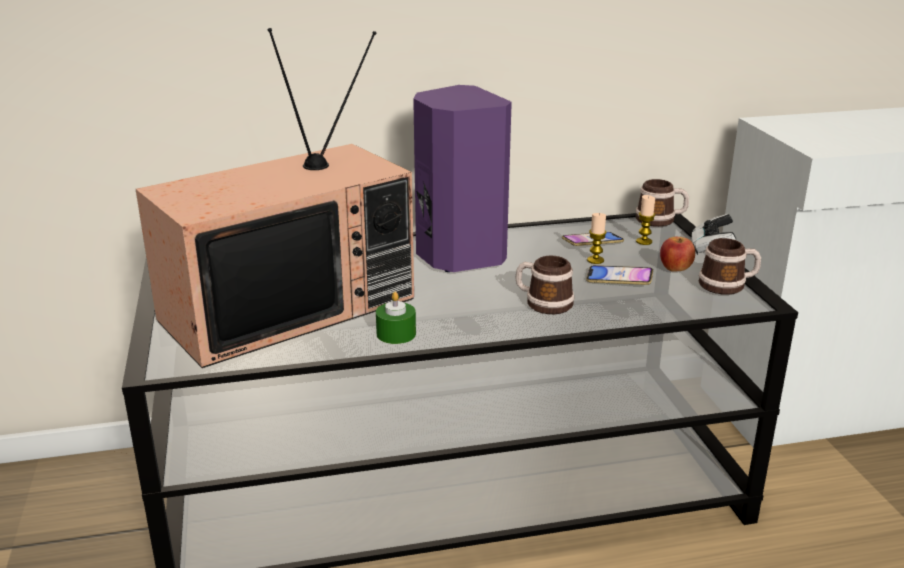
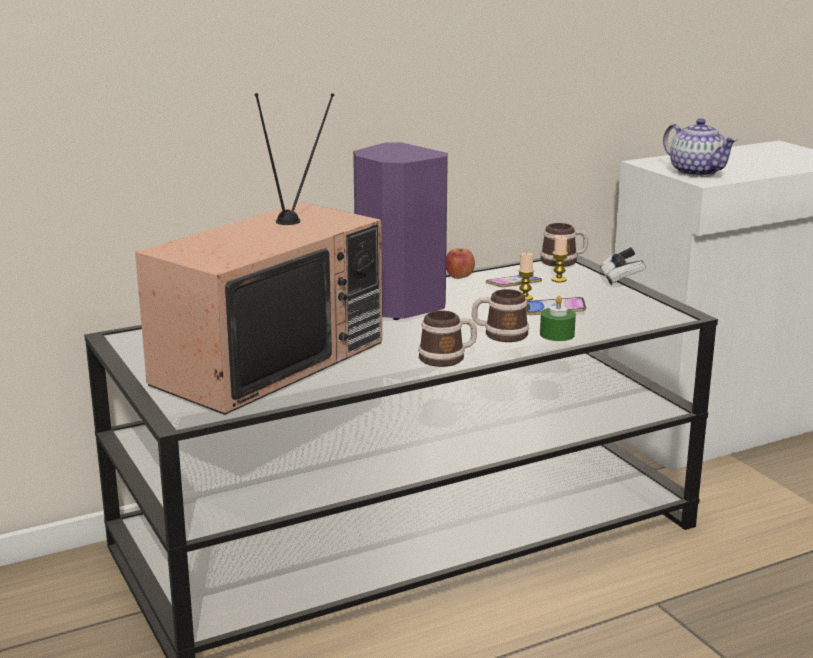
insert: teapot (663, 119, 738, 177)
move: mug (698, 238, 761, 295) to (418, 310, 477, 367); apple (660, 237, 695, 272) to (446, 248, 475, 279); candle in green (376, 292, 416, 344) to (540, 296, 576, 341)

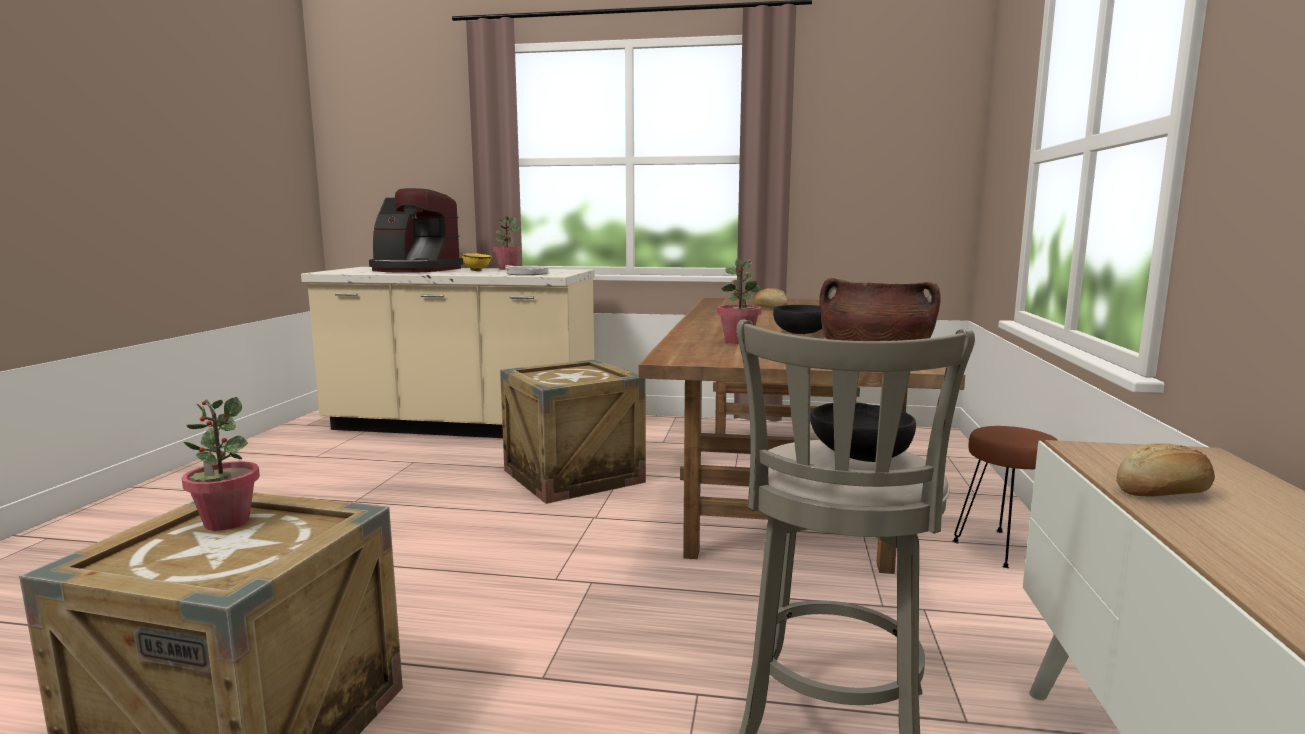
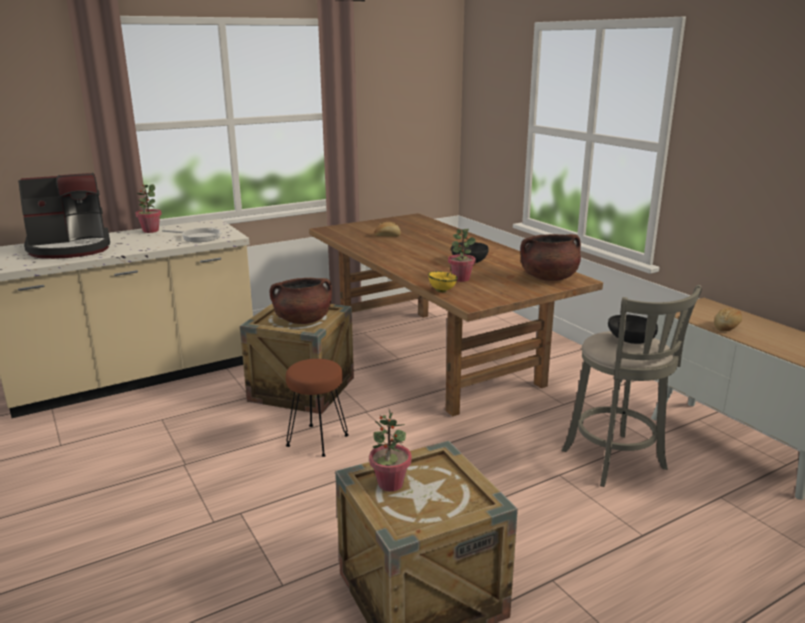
insert: cooking pot in brown (270, 278, 332, 324)
move: stool in brown (952, 426, 1059, 568) to (286, 359, 349, 457); bowl in yellow (462, 253, 492, 271) to (428, 271, 458, 292)

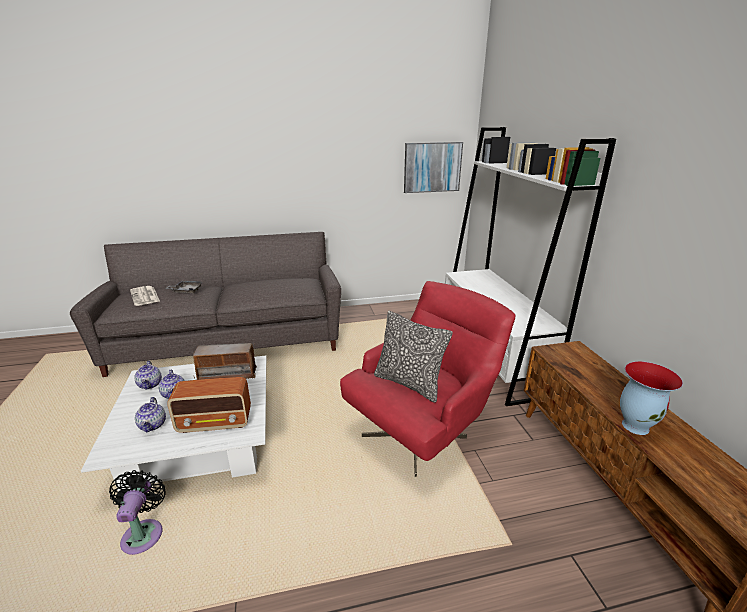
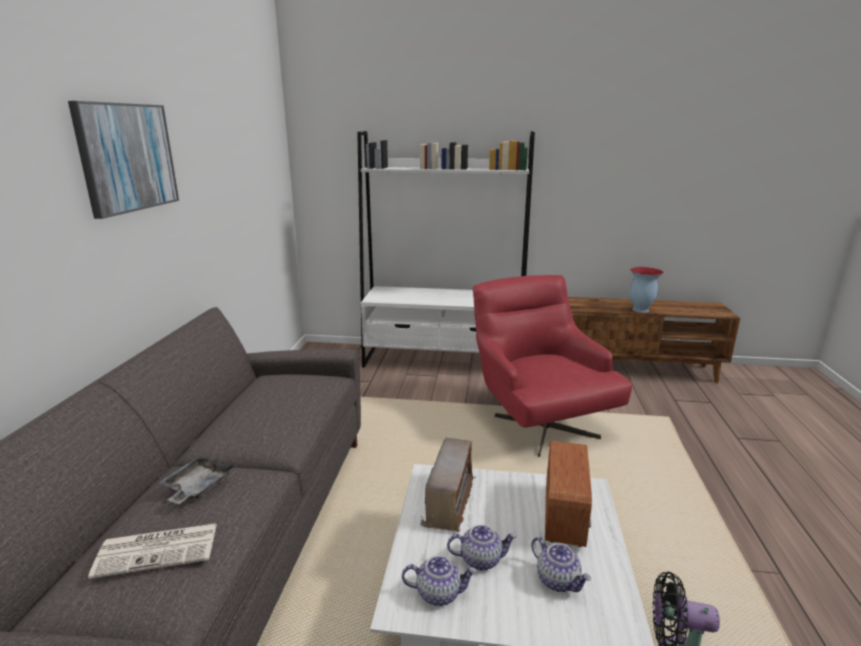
delete: pillow (374, 311, 453, 403)
move: picture (404, 142, 463, 193) to (68, 101, 179, 219)
rotate: teapot (135, 397, 166, 432) = (531, 537, 591, 592) 45 degrees clockwise

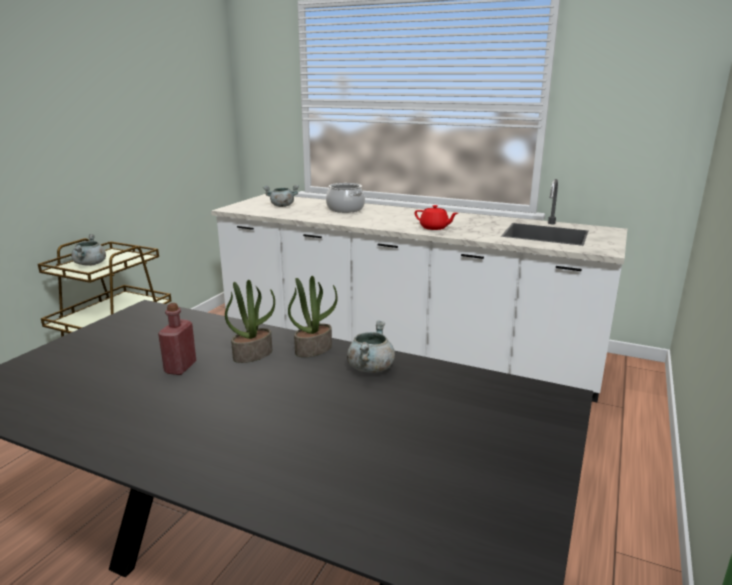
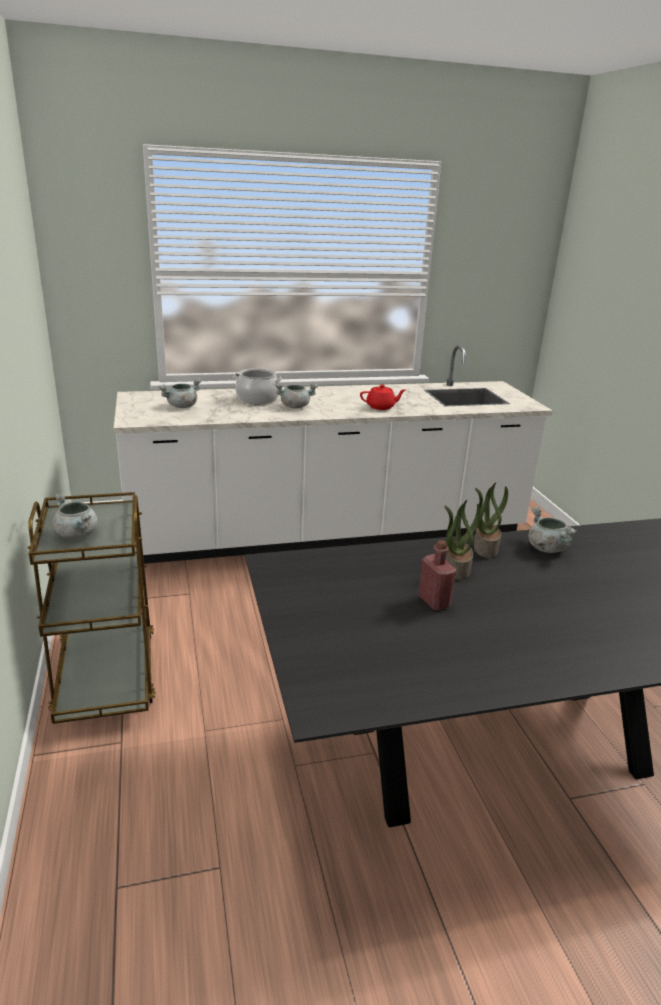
insert: cooking pot in grey (275, 383, 318, 409)

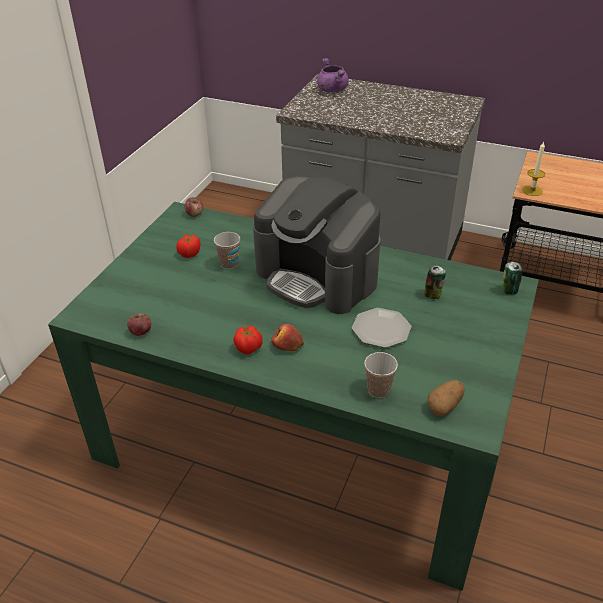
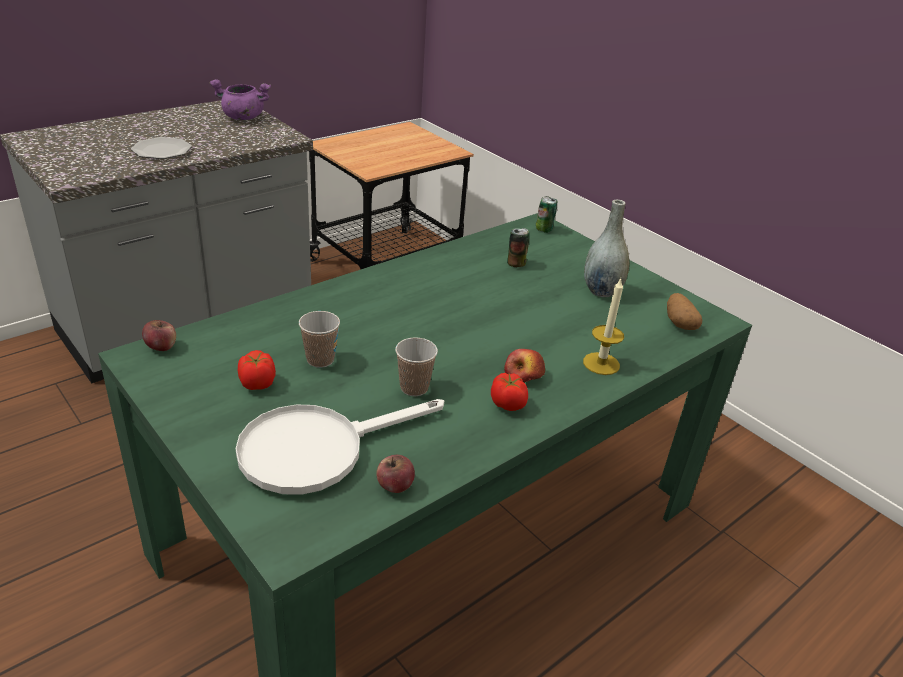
delete: coffee machine (253, 176, 381, 314)
insert: frying pan in white (236, 399, 444, 495); vase in grey (584, 199, 629, 297)
move: plate (352, 308, 411, 348) to (131, 137, 192, 159); cooking pot in purple (317, 58, 349, 93) to (209, 79, 271, 120); cup (364, 352, 398, 398) to (395, 338, 438, 396); candle (522, 141, 545, 196) to (583, 279, 624, 375)

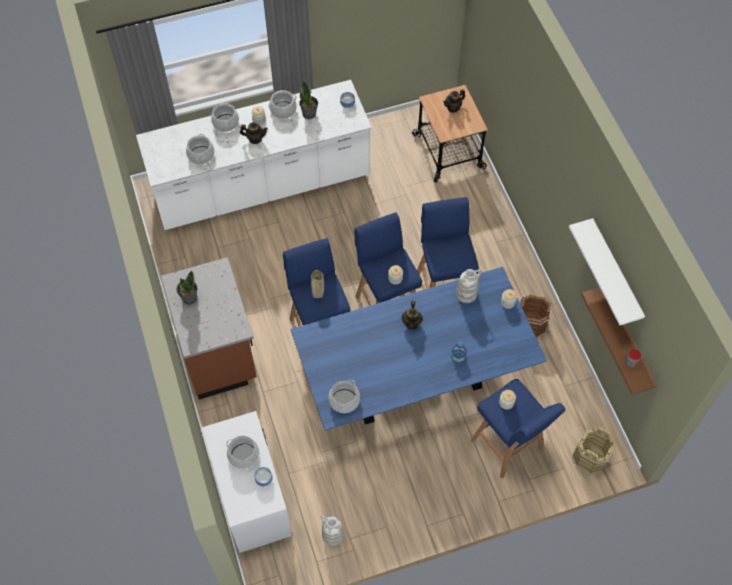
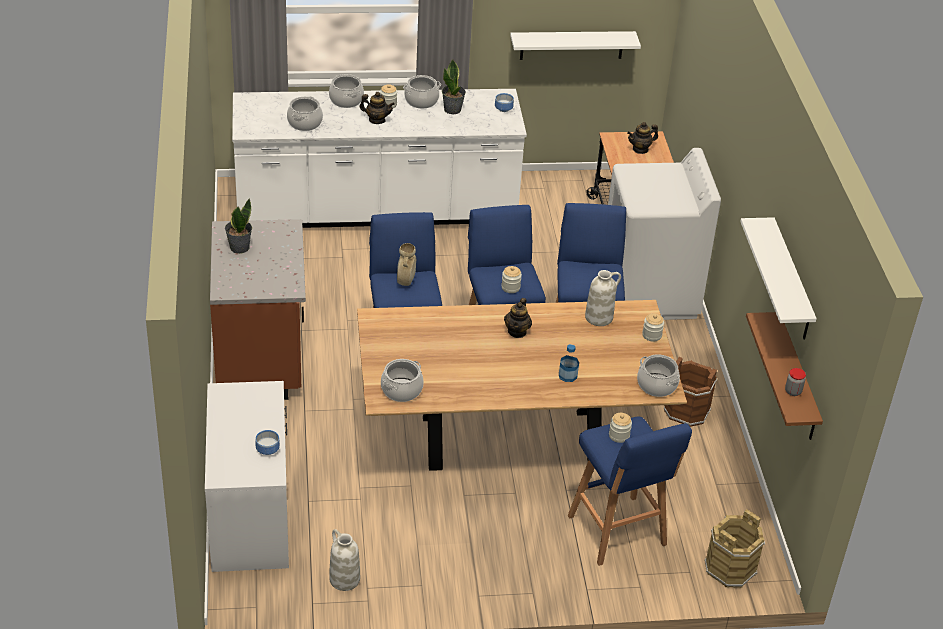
insert: shelf in white (510, 31, 641, 60); washing machine in white (608, 148, 721, 320)
move: cooking pot (226, 436, 259, 469) to (637, 354, 680, 397)
recolor: dining table in blue (290, 267, 547, 430) to dining table in brown (357, 300, 687, 471)

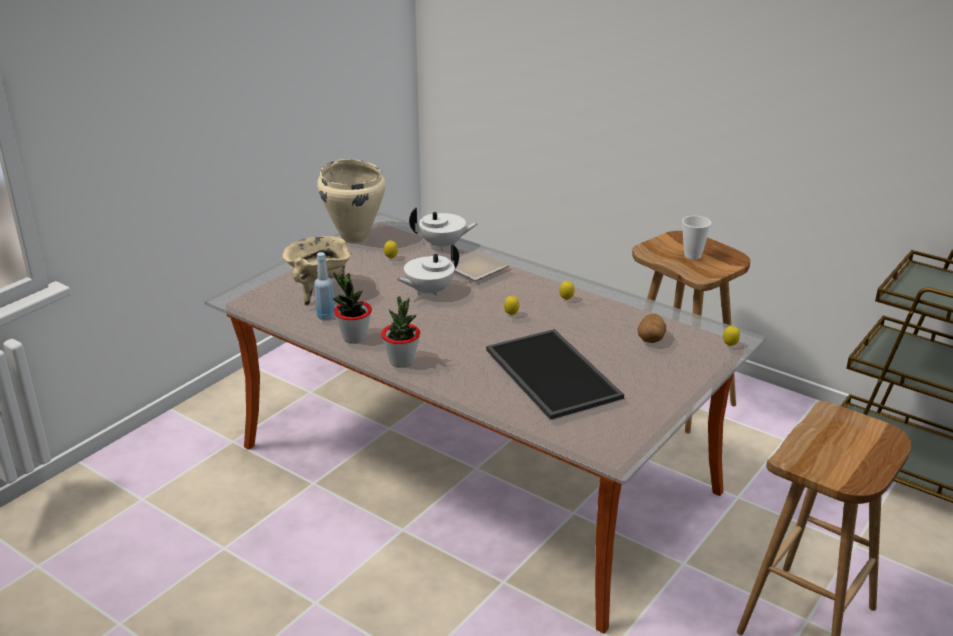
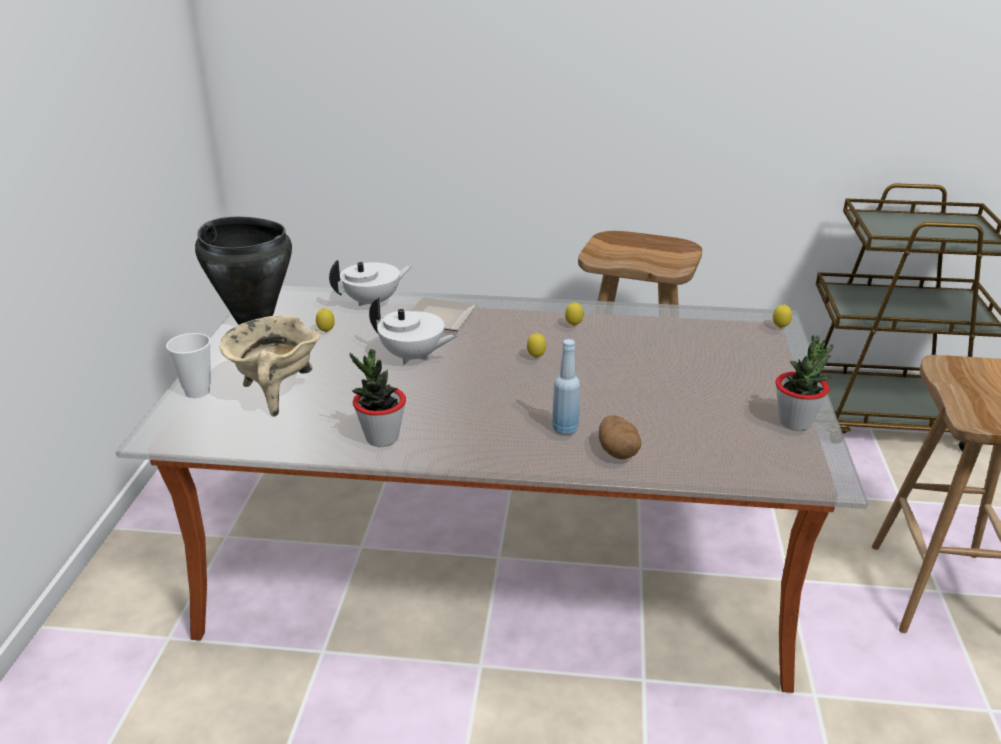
delete: tray (486, 329, 624, 420)
move: cup (682, 216, 711, 260) to (166, 333, 211, 398); bottle in blue (314, 252, 335, 320) to (552, 339, 580, 435); potato (638, 313, 666, 343) to (599, 415, 641, 459); potted plant (381, 297, 420, 368) to (775, 335, 833, 430)
recolor: cooking pot in beige (317, 159, 386, 243) to cooking pot in black (195, 217, 292, 325)
rotate: teapot in white (395, 244, 459, 296) = (369, 298, 459, 365) 90 degrees counterclockwise

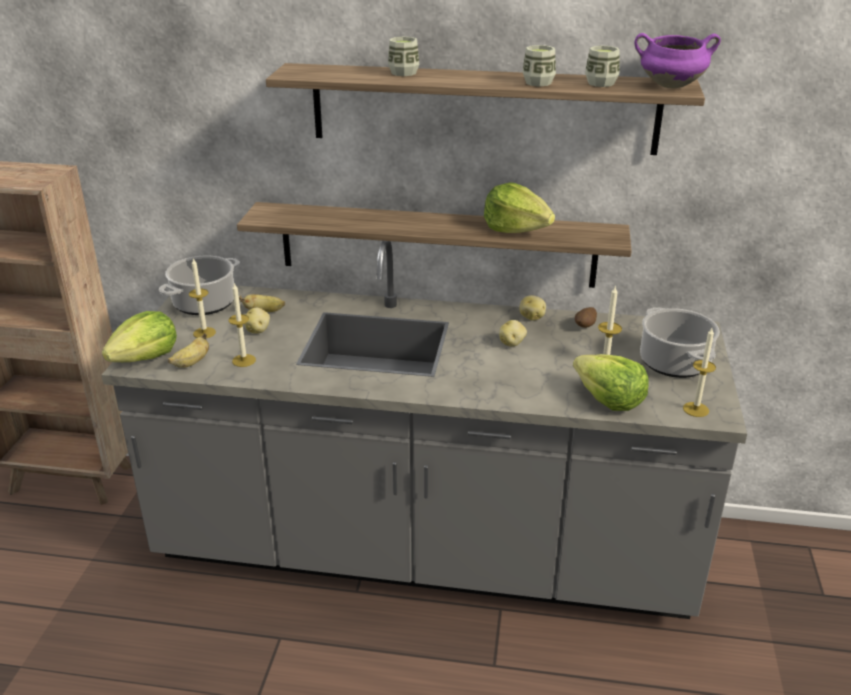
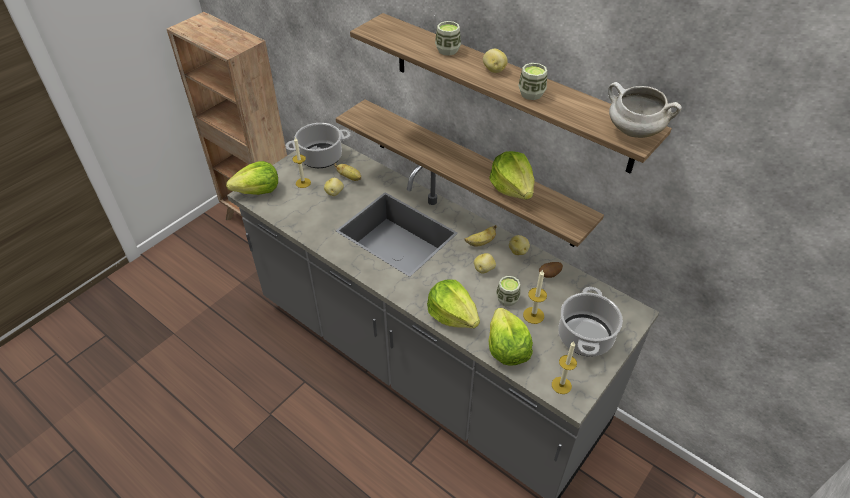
delete: candle (229, 283, 256, 367)
insert: lettuce (427, 279, 480, 328); potato (483, 49, 508, 73)
move: banana (168, 333, 209, 368) to (464, 225, 497, 247); cup (585, 46, 620, 87) to (496, 276, 520, 306)
recolor: cooking pot in purple (634, 33, 721, 89) to cooking pot in white (608, 82, 682, 138)

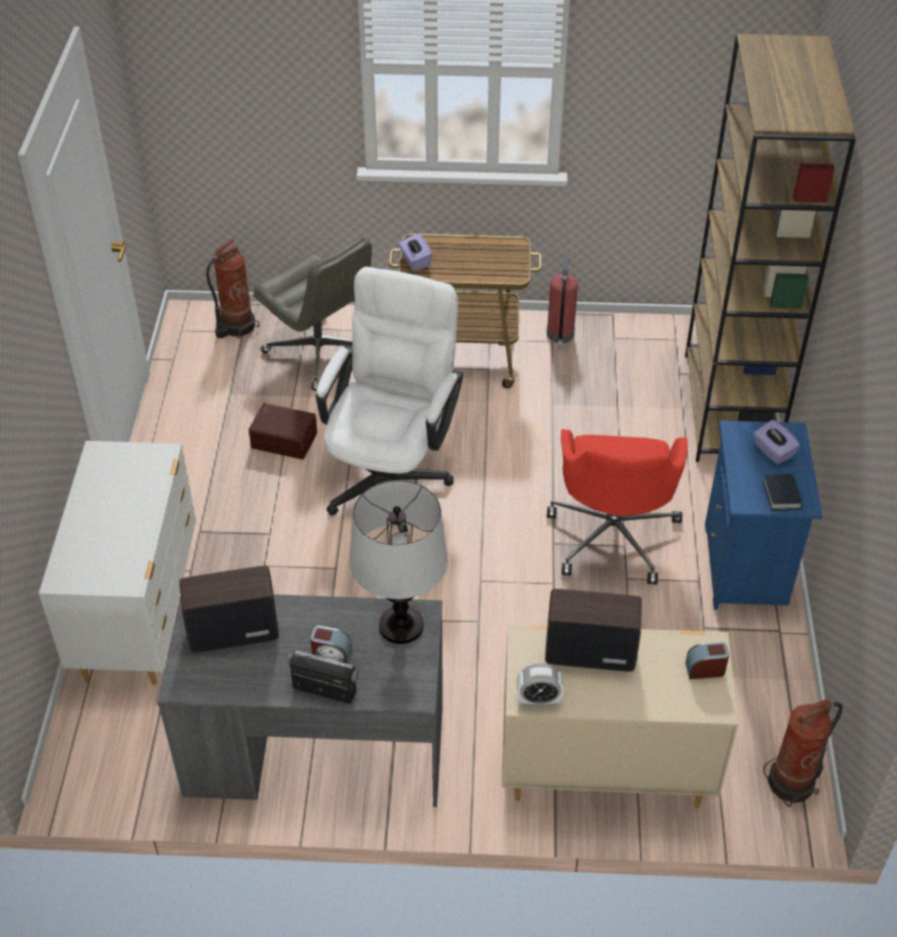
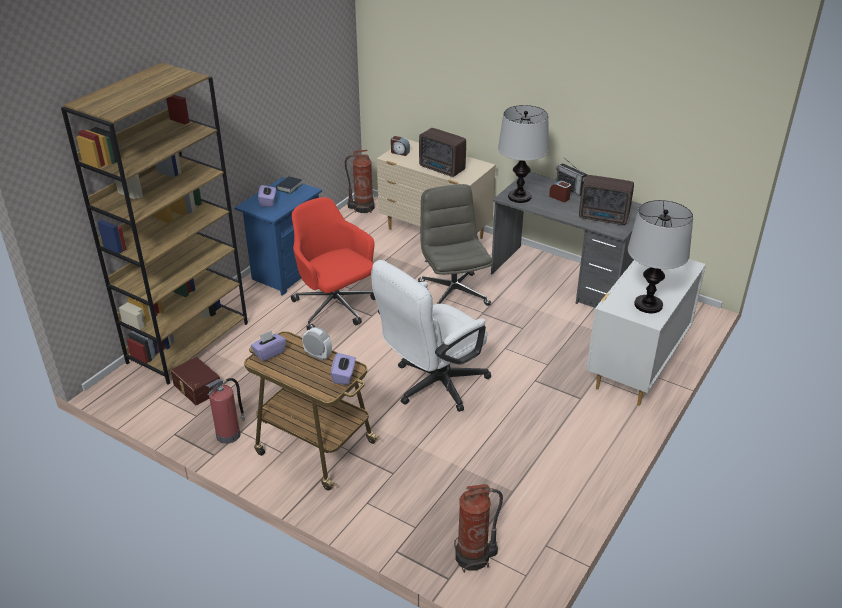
insert: tissue box in purple (251, 330, 286, 361); table lamp (628, 200, 693, 313)
move: storage box in brown (249, 403, 317, 460) to (171, 357, 220, 405); alarm clock (517, 663, 564, 706) to (302, 327, 332, 360); office chair in grey (253, 237, 372, 391) to (418, 184, 493, 306)
rotate: office chair in red (547, 429, 688, 585) = (291, 197, 375, 331) 75 degrees counterclockwise

